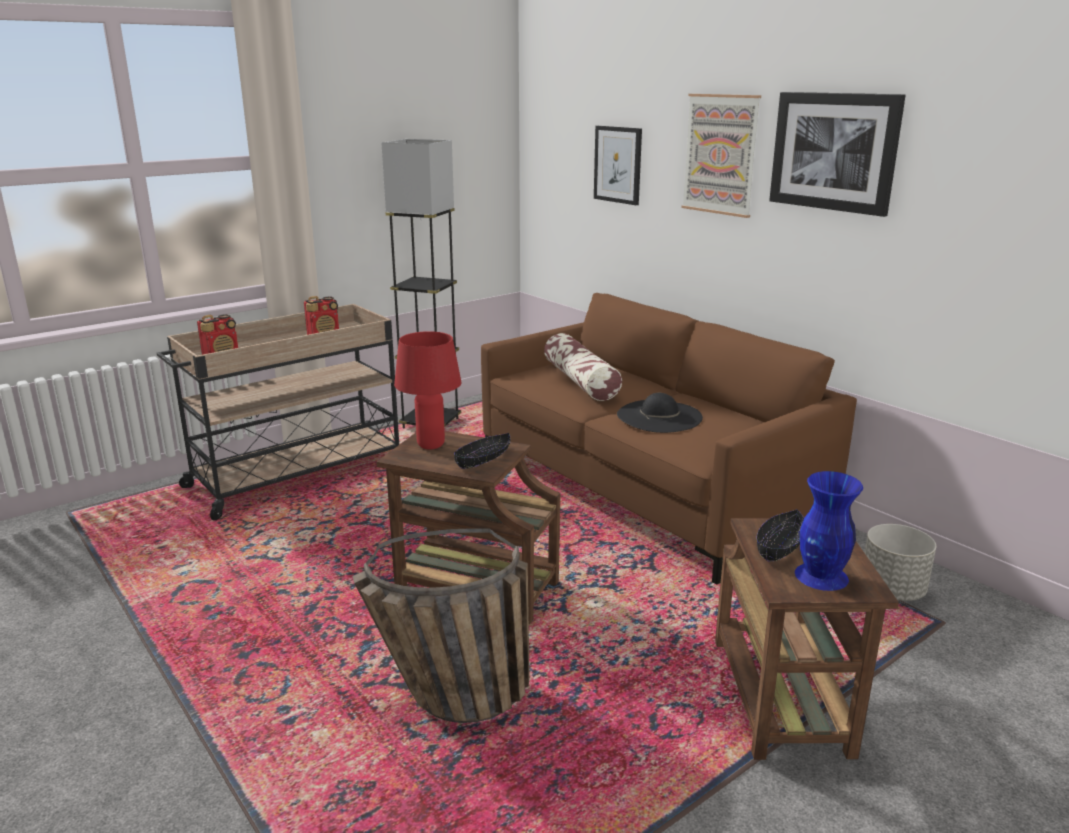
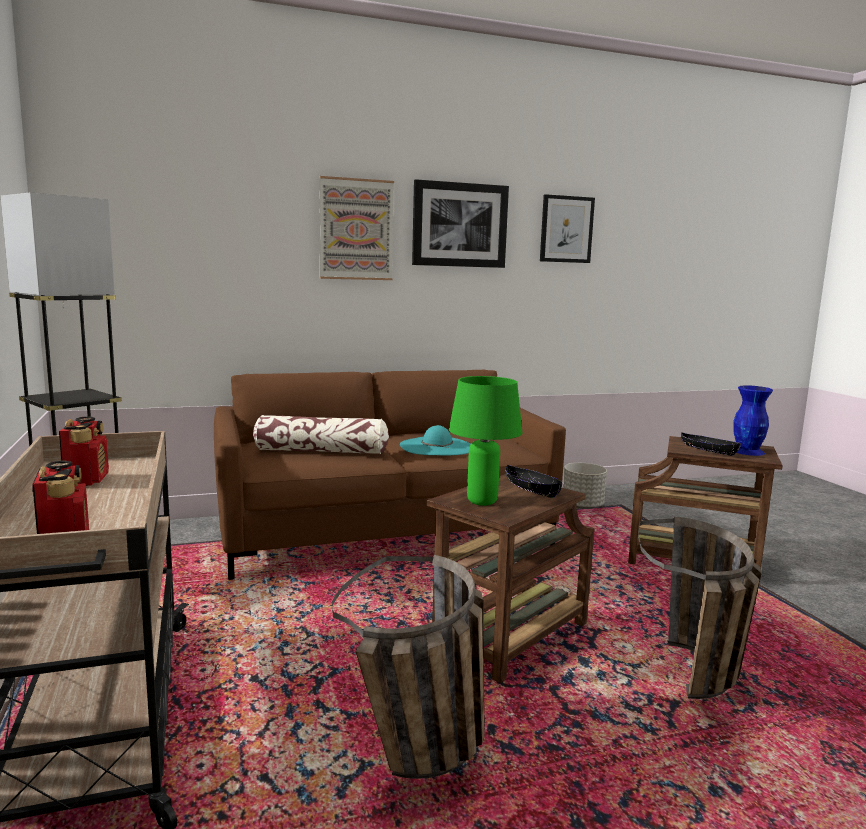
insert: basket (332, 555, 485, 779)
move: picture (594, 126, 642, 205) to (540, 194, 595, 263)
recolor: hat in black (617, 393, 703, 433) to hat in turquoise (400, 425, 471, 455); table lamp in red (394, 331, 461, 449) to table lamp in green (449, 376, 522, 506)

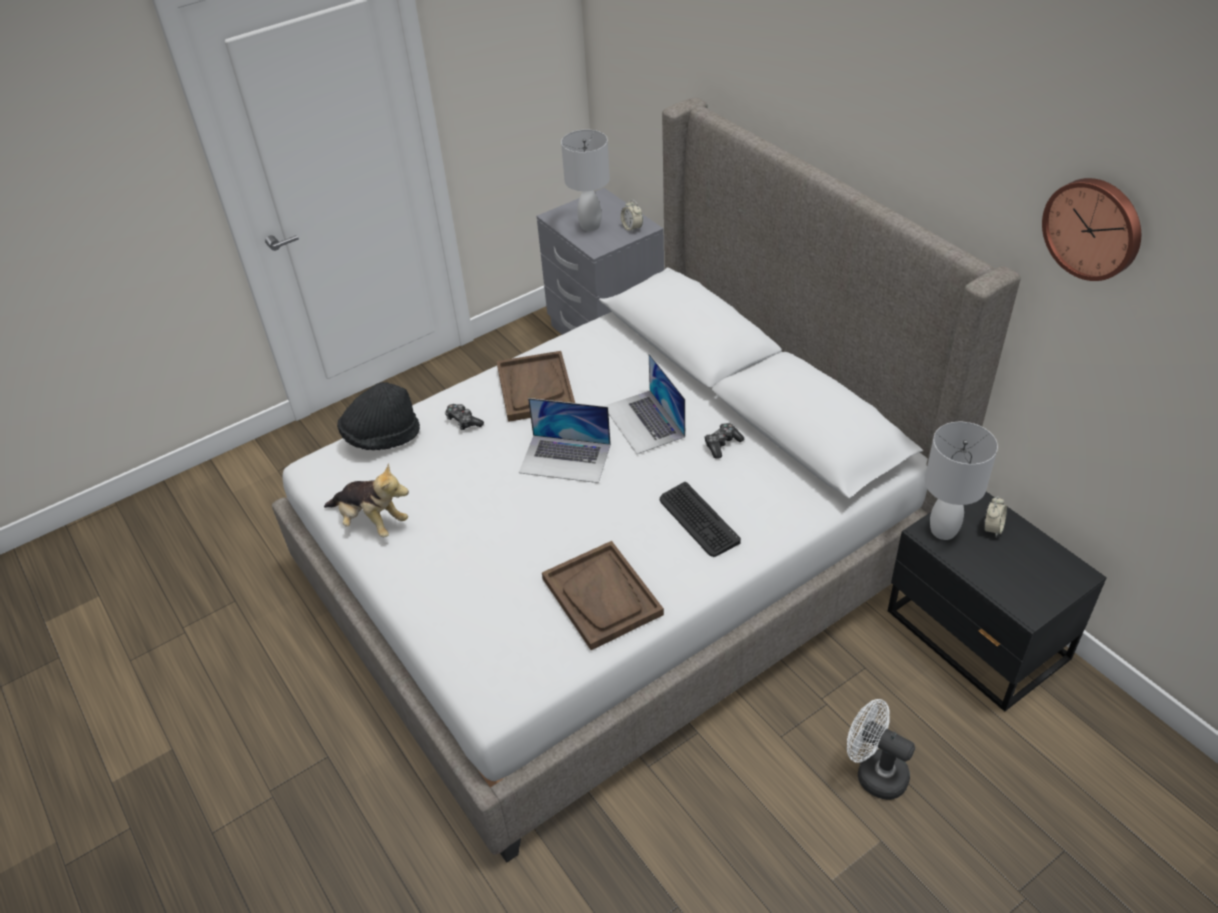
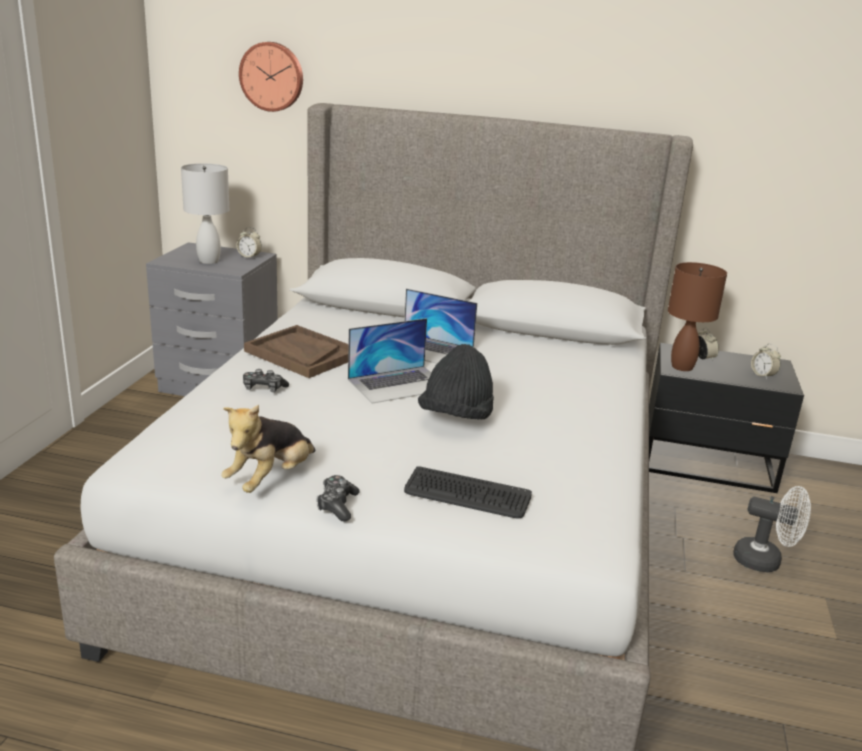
delete: tray in brown (542, 541, 664, 650)
insert: alarm clock (751, 343, 781, 379)
move: wall clock (1042, 178, 1141, 281) to (239, 42, 303, 112); game controller (705, 423, 744, 459) to (316, 475, 359, 521); keyboard (660, 482, 741, 557) to (404, 466, 532, 519); hat in black (337, 382, 420, 450) to (418, 344, 494, 420)
recolor: table lamp in white (925, 422, 998, 540) to table lamp in brown (668, 262, 727, 371)
rotate: plush toy (324, 463, 409, 537) = (221, 405, 316, 493) 135 degrees clockwise; fan in white (847, 699, 915, 800) = (733, 486, 811, 572) 150 degrees counterclockwise

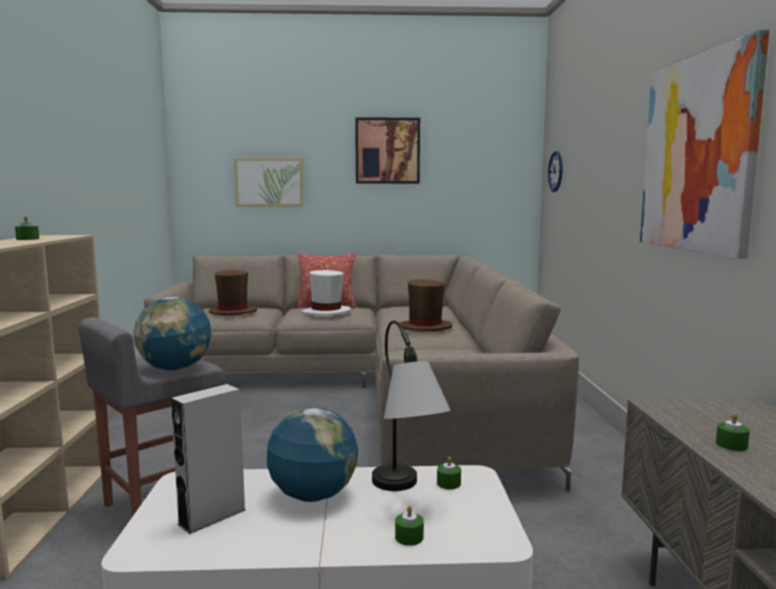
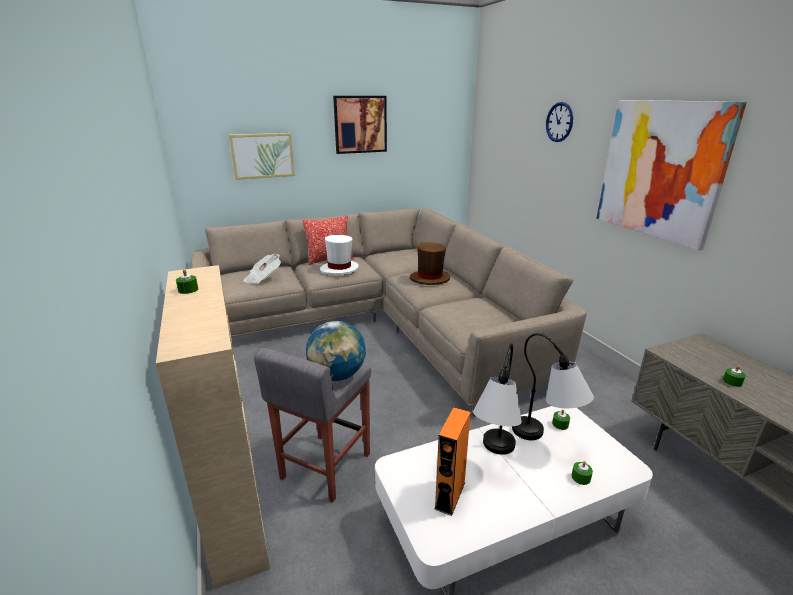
move: wall clock (548, 151, 563, 192) to (546, 102, 573, 142)
replace: hat in brown (209, 269, 257, 315) to newspaper (243, 254, 281, 284); globe (267, 407, 358, 502) to table lamp (473, 343, 522, 455)
recolor: speaker in grey (171, 384, 246, 534) to speaker in orange (434, 407, 471, 516)

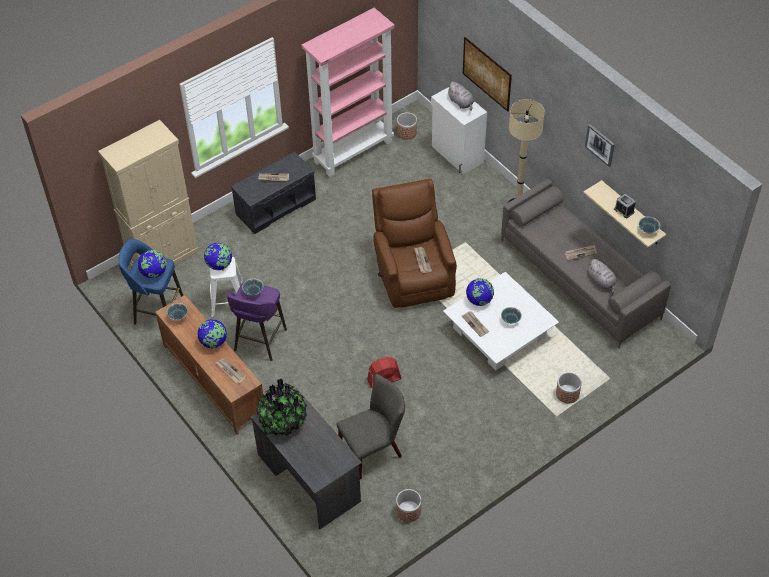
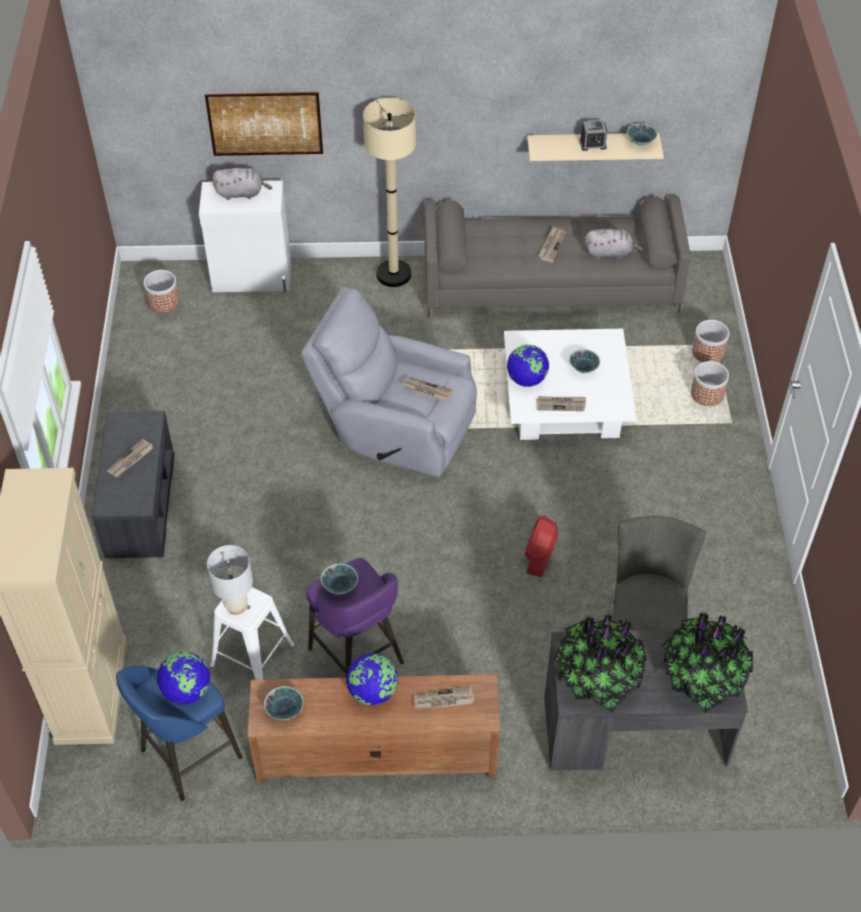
delete: bookcase in pink (301, 8, 395, 177); picture (585, 124, 615, 167)
insert: potted plant (661, 612, 753, 713)
move: planter (396, 489, 421, 522) to (692, 320, 729, 362)
replace: globe (204, 243, 232, 270) to table lamp in white (207, 545, 253, 615)
recolor: armchair in brown (372, 178, 457, 308) to armchair in grey (301, 287, 477, 477)

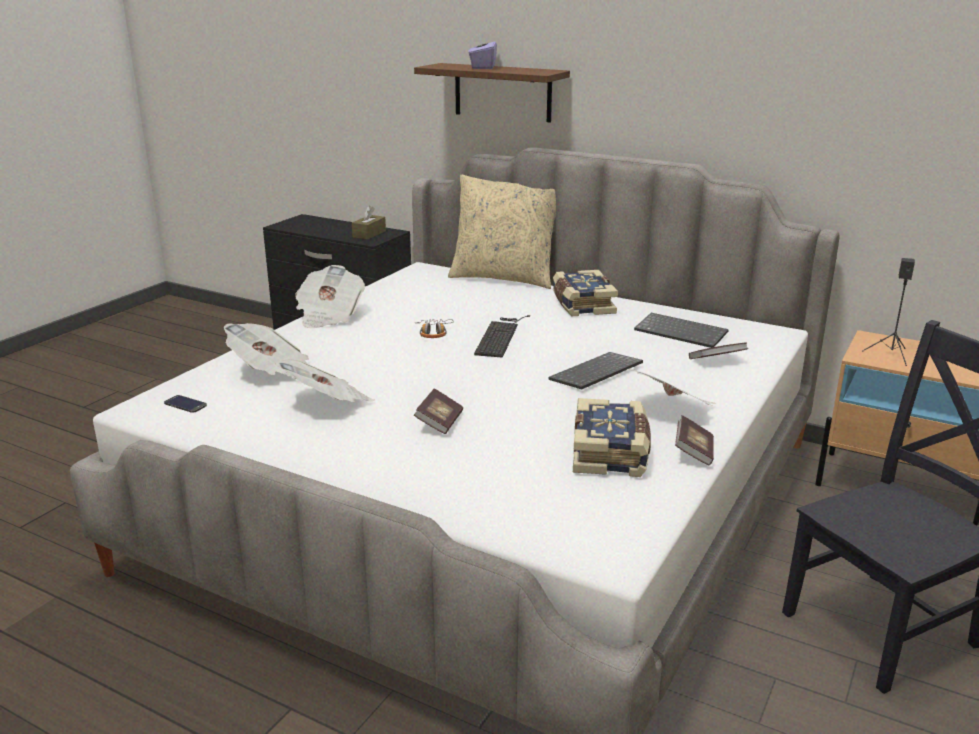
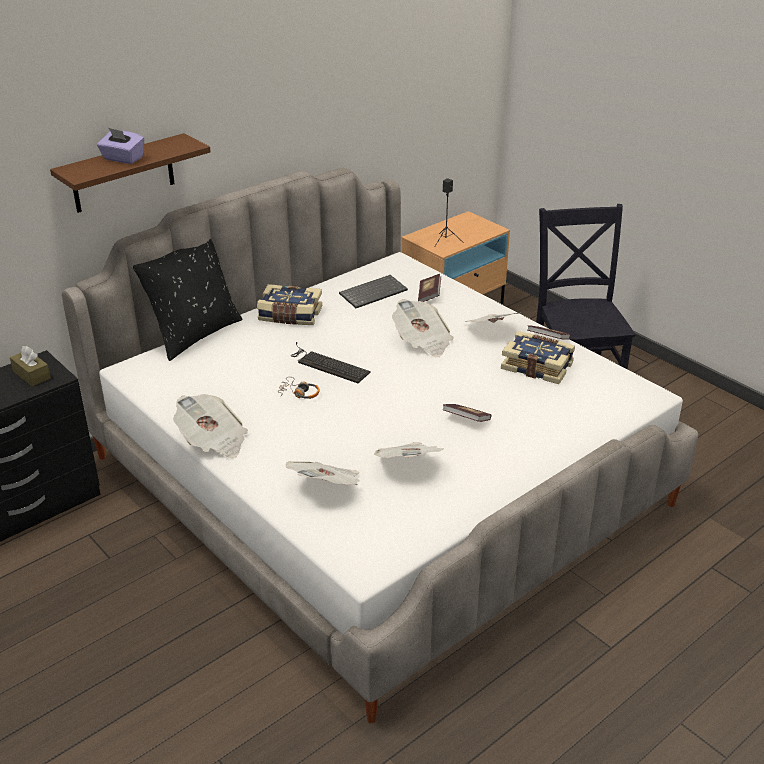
delete: phone (164, 395, 207, 413)
replace: keyboard (549, 352, 643, 389) to newspaper (392, 299, 454, 357)
recolor: pillow in beige (448, 175, 556, 289) to pillow in black (133, 239, 242, 361)

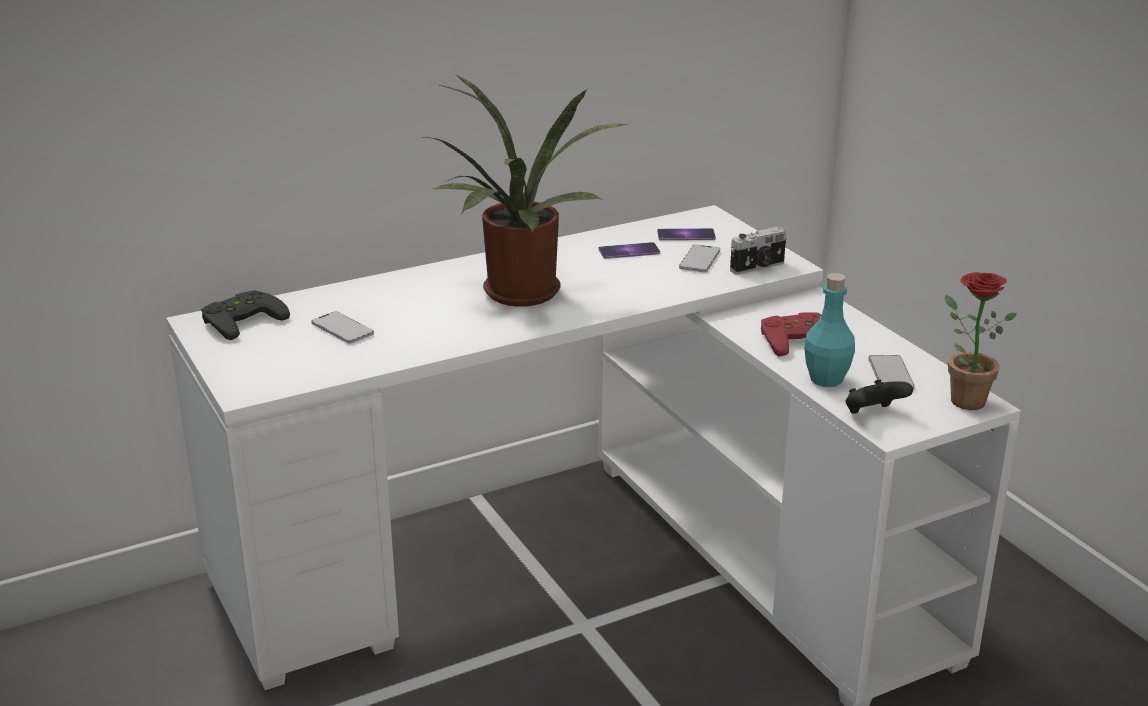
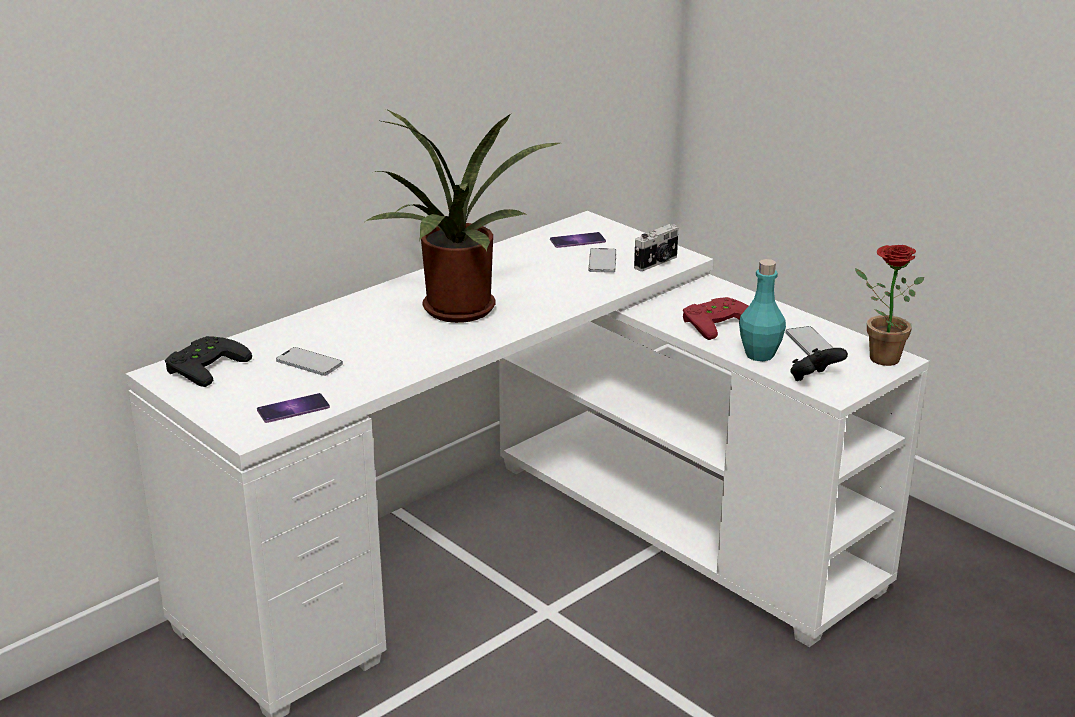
move: phone (598, 242, 660, 259) to (257, 393, 330, 423)

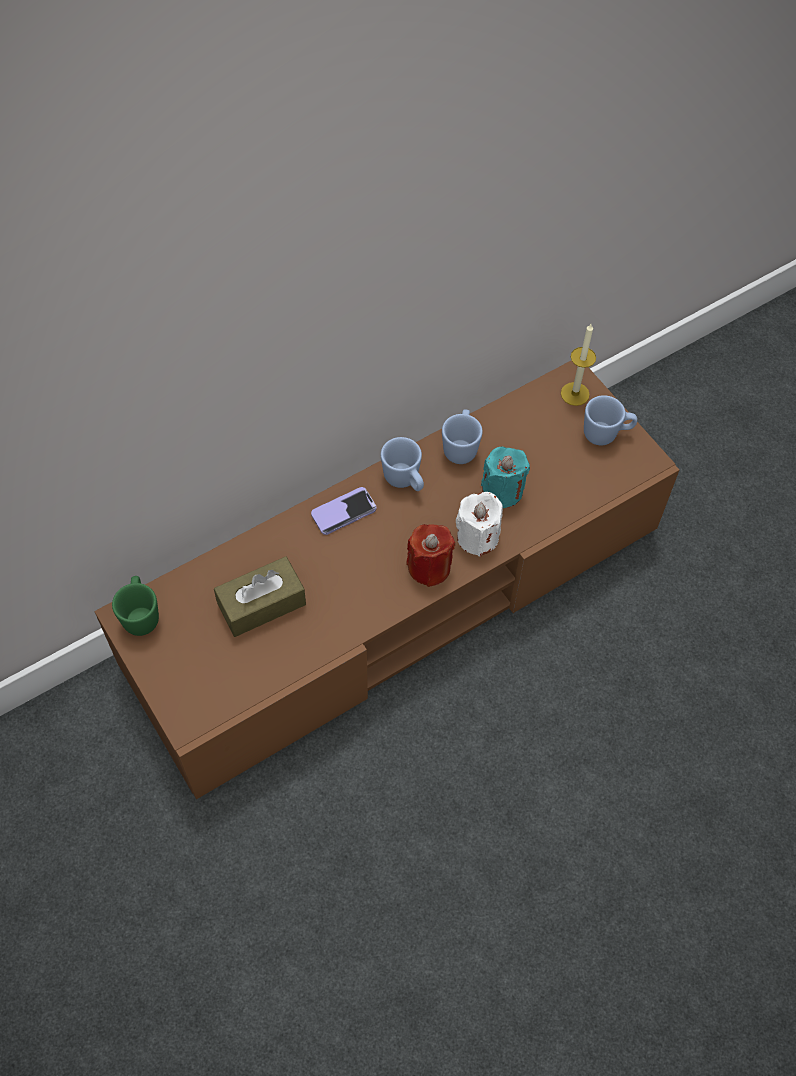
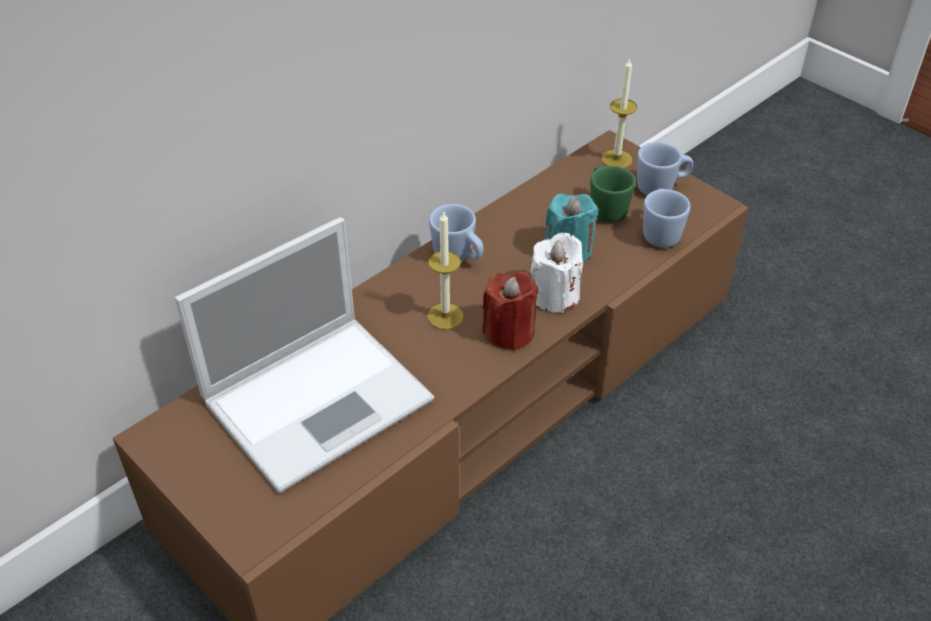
delete: phone (311, 487, 376, 535)
insert: candle (427, 211, 464, 330)
move: mug in green (112, 576, 159, 636) to (590, 166, 636, 223); mug in blue (442, 409, 483, 464) to (643, 189, 690, 248)
replace: tissue box in brown (214, 556, 306, 637) to laptop (174, 217, 434, 494)

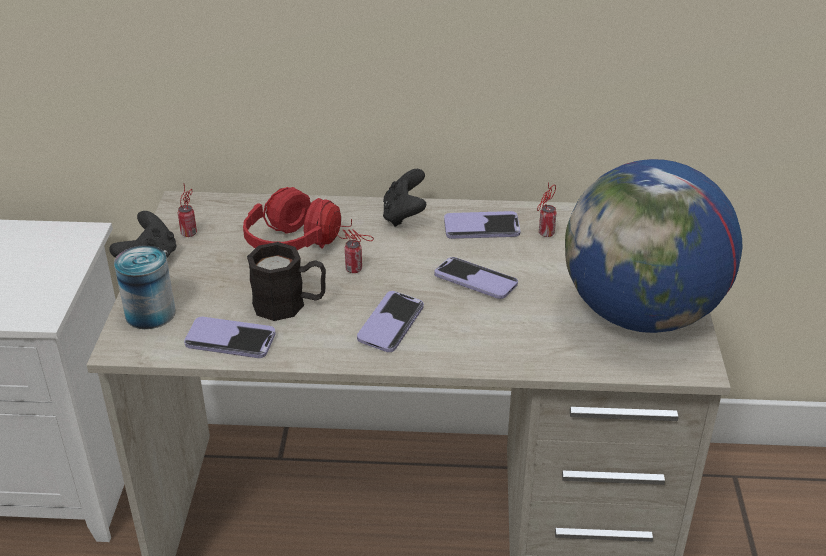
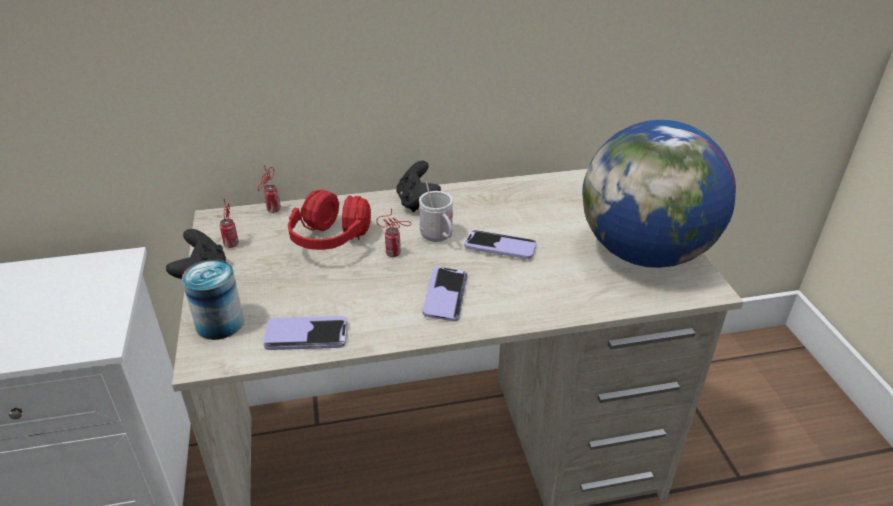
delete: mug in black (247, 242, 326, 321); phone (444, 211, 521, 239)
insert: mug in white (419, 181, 453, 242)
move: can (537, 182, 557, 237) to (258, 165, 281, 213)

